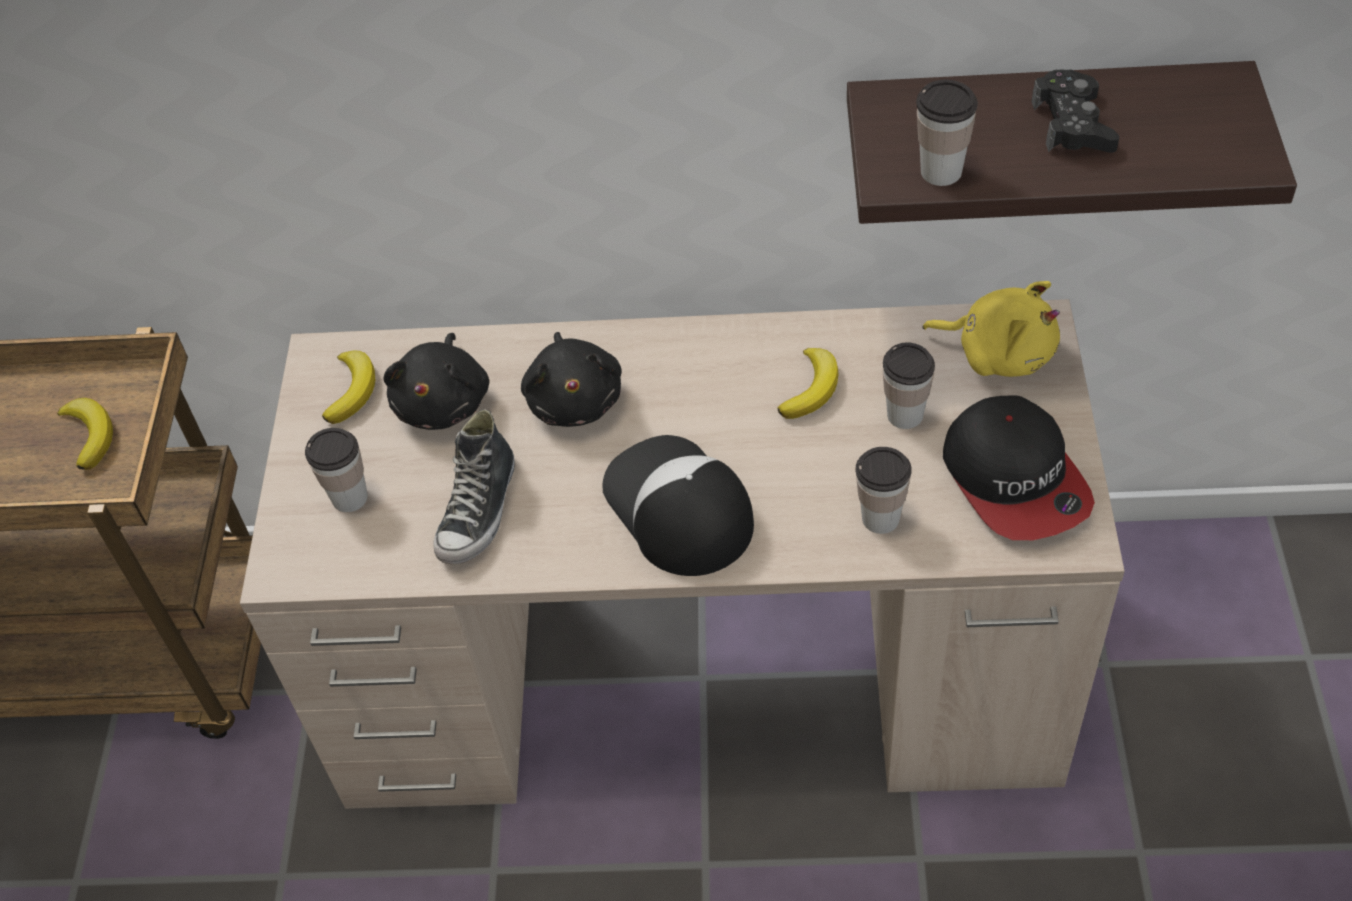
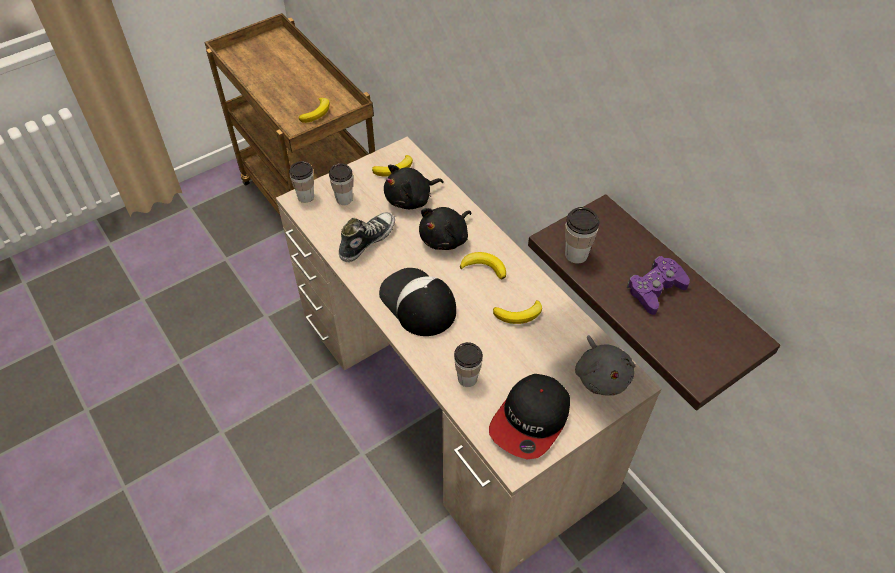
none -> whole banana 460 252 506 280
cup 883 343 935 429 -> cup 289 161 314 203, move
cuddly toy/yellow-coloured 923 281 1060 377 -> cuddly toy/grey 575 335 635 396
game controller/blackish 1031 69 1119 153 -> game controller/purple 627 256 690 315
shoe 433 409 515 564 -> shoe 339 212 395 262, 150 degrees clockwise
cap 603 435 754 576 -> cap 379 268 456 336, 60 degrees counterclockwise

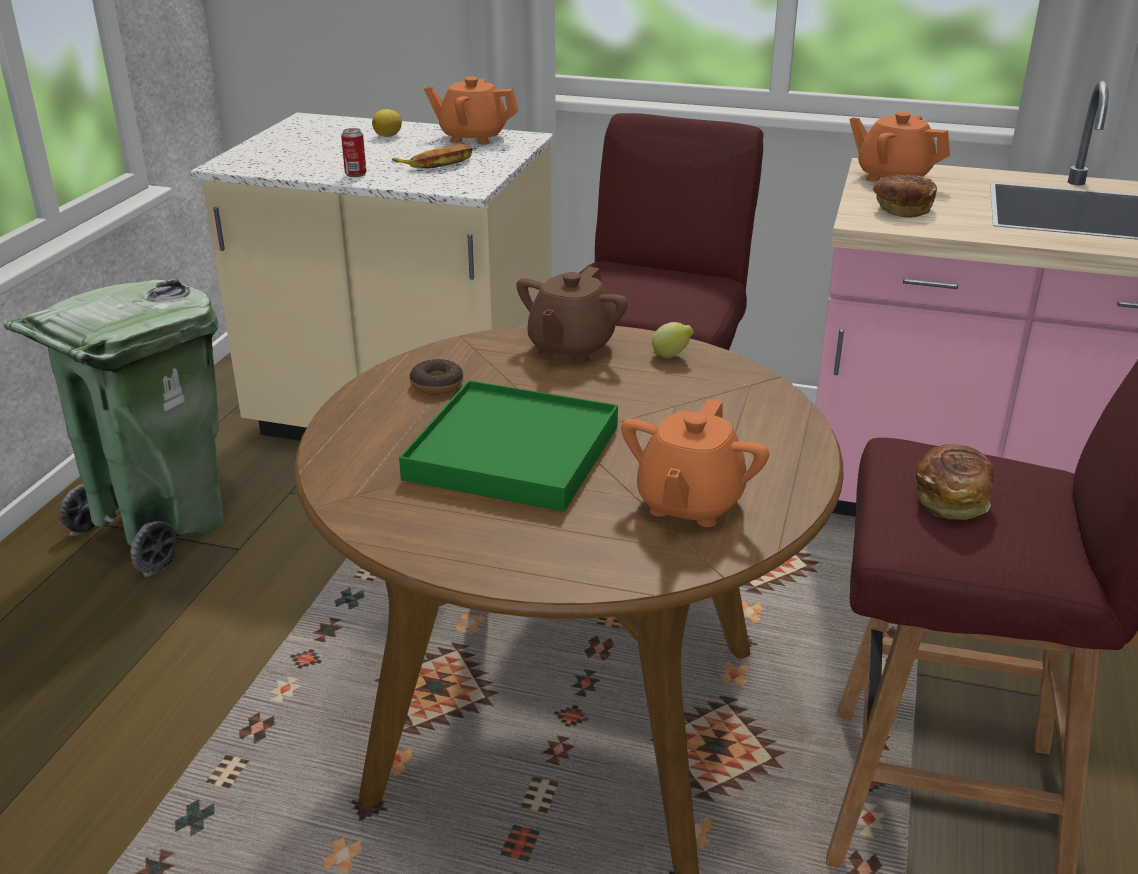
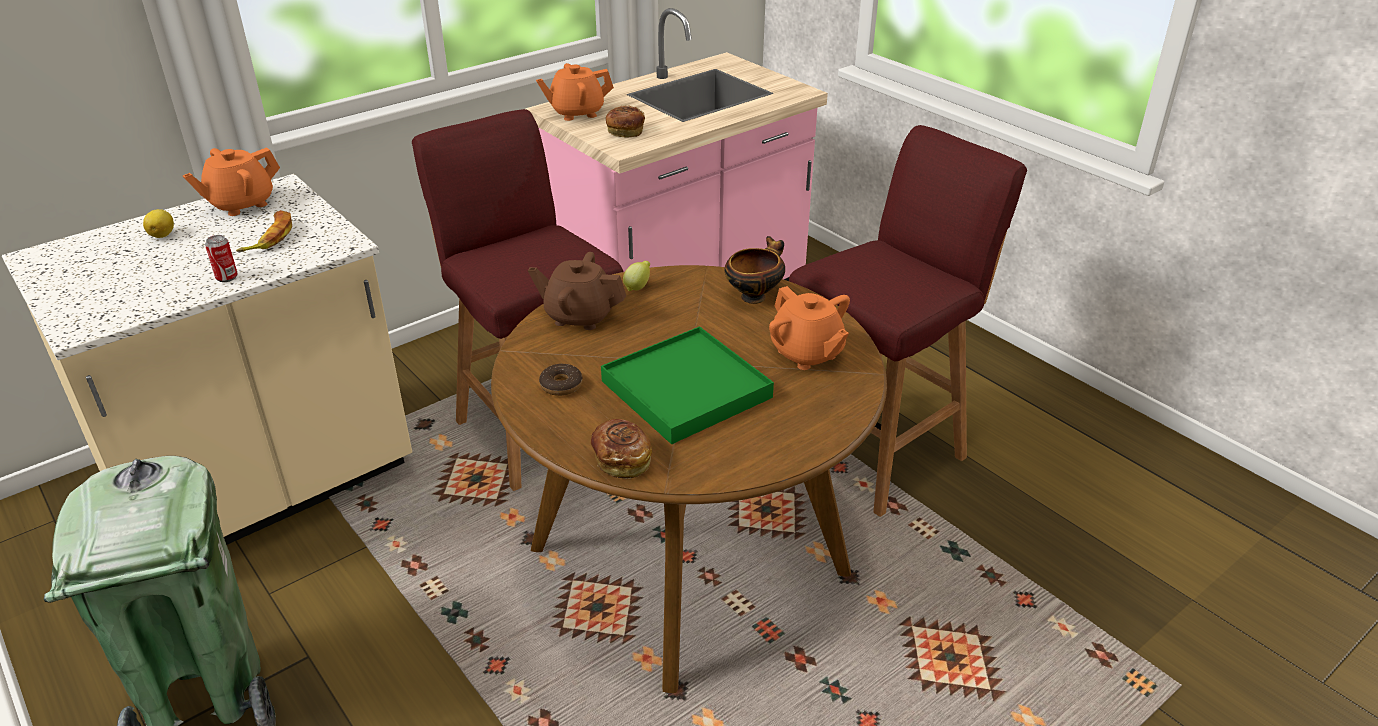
none -> bowl 724 236 785 304
baked bread 916 444 996 519 -> baked bread 591 419 652 479, move
pot for tea/brown-coloured 516 266 628 363 -> pot for tea/brown-coloured 528 252 626 330, 135 degrees clockwise

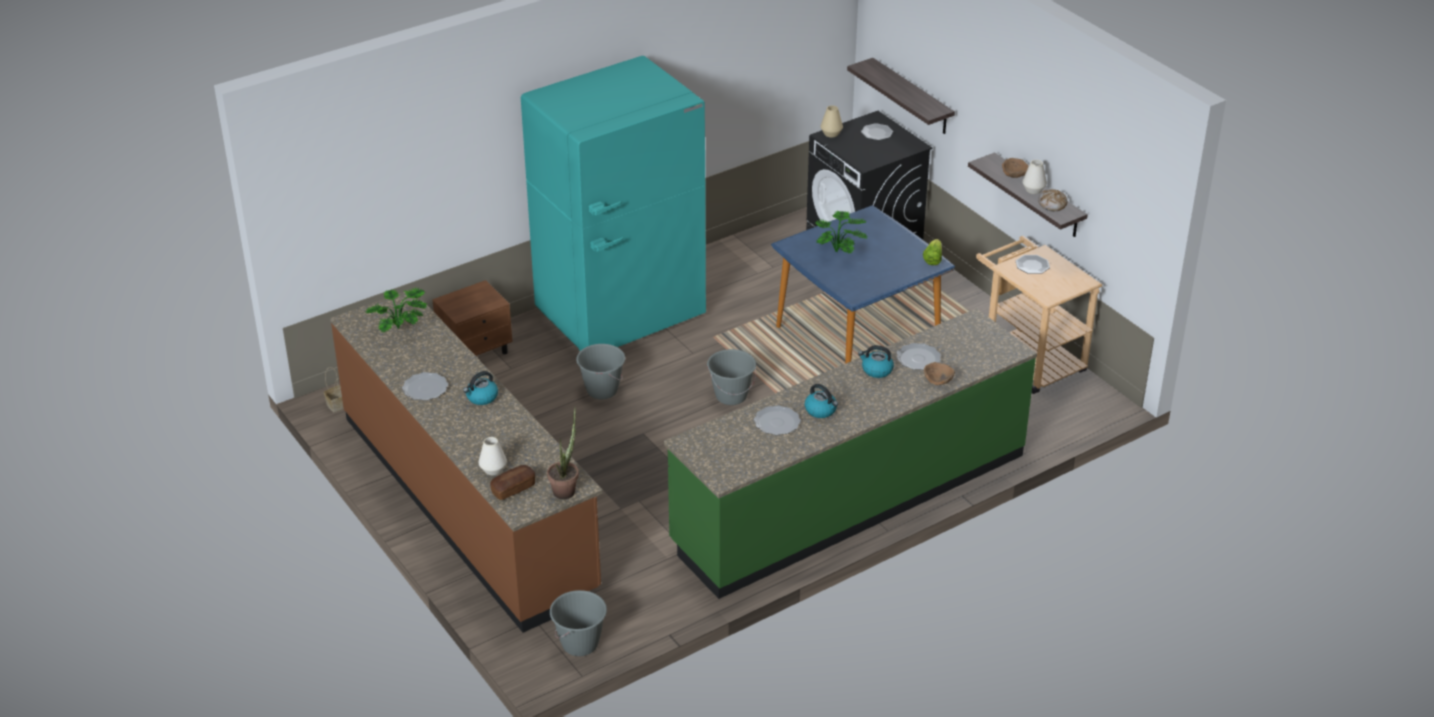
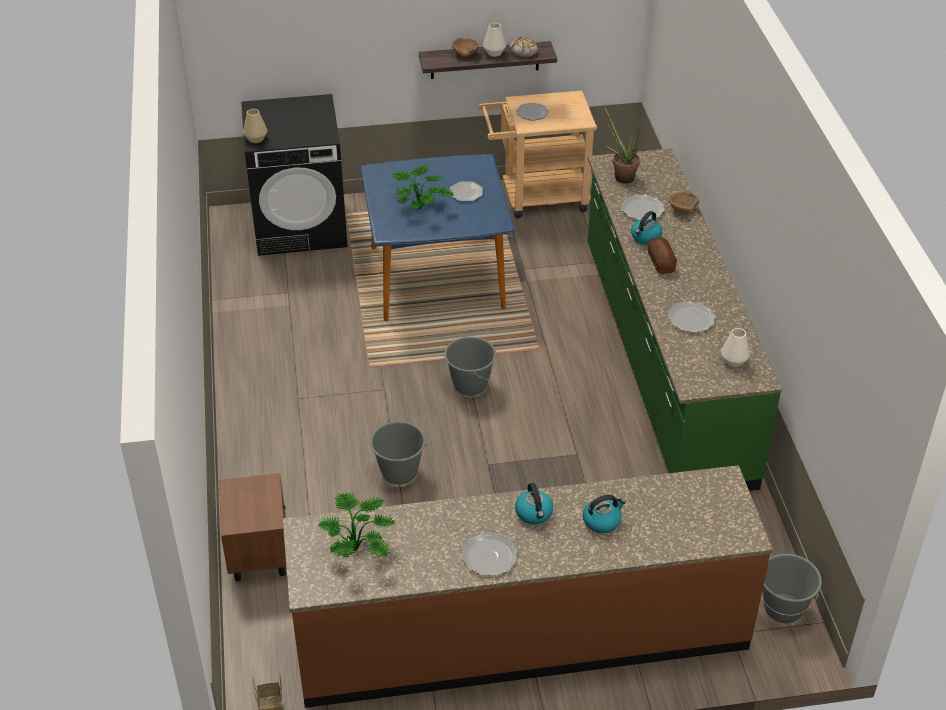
kitchen fridge/blue-green 521 56 706 351 -> none
bracket shelf 847 58 955 134 -> none
head of lettuce 923 239 942 265 -> none
flower vase/whitish 479 437 507 475 -> flower vase/whitish 721 328 750 367, move
baked bread 490 465 535 500 -> baked bread 648 238 677 274, move
houseplant 547 407 579 499 -> houseplant 603 105 640 184, move
water kettle 805 384 838 418 -> water kettle 583 495 626 533, move
flat dish 861 123 893 140 -> flat dish 450 182 483 201, move

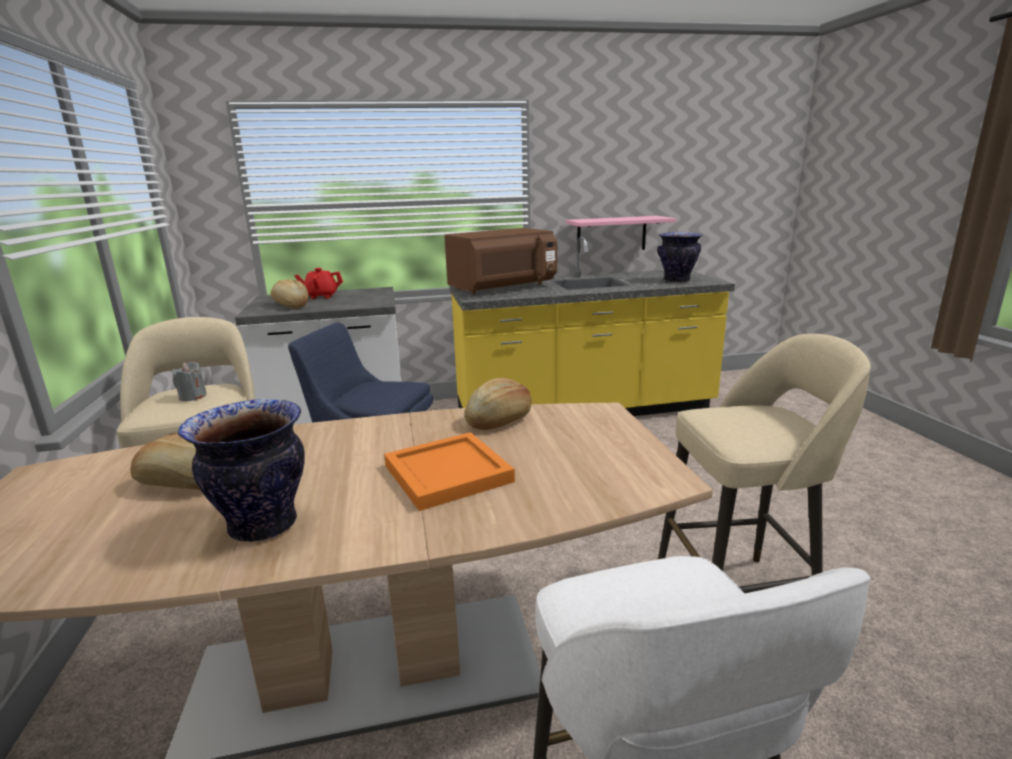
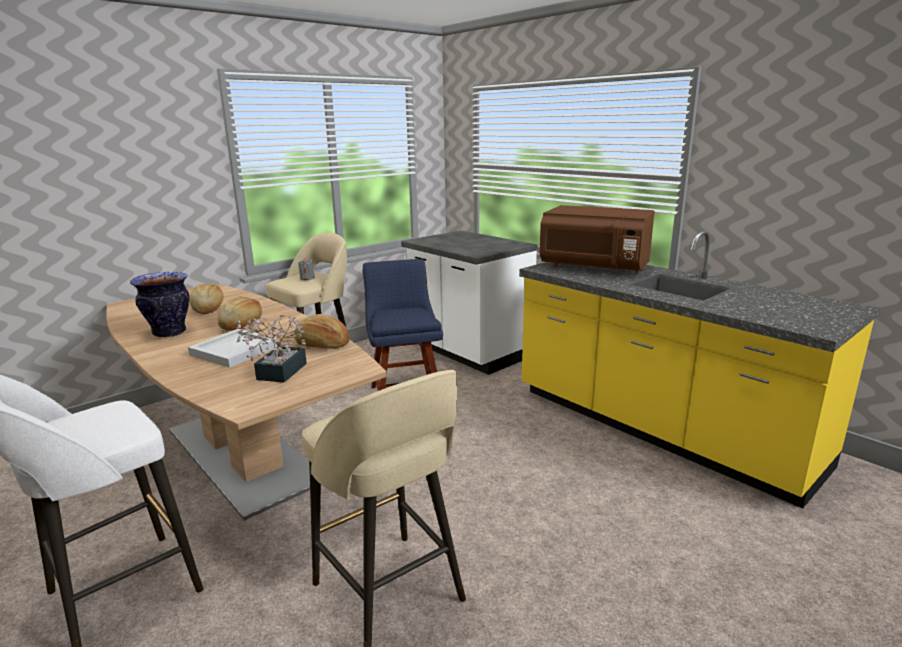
pot for tea/red 294 268 343 299 -> none
bracket shelf/pink-coloured 566 216 676 253 -> none
flower vase 657 232 702 283 -> none
none -> houseplant 236 315 307 383
baked bread 271 279 309 308 -> baked bread 217 296 262 330, move
tray/orangey 384 432 515 511 -> tray/whitish 188 329 279 368

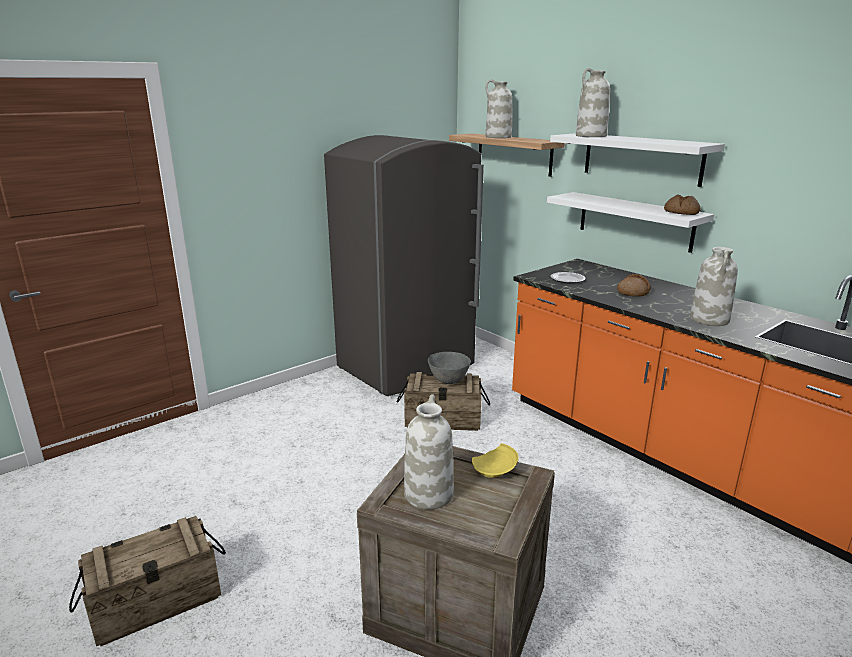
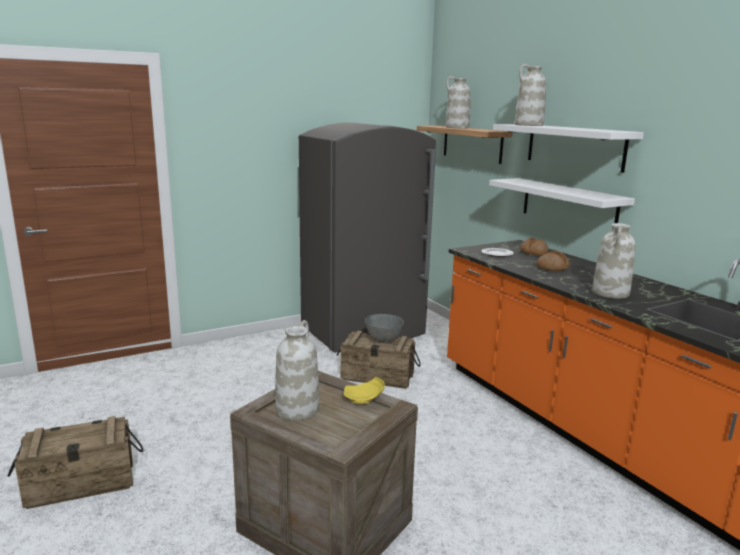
baked bread 664 194 700 215 -> baked bread 520 237 549 256, move

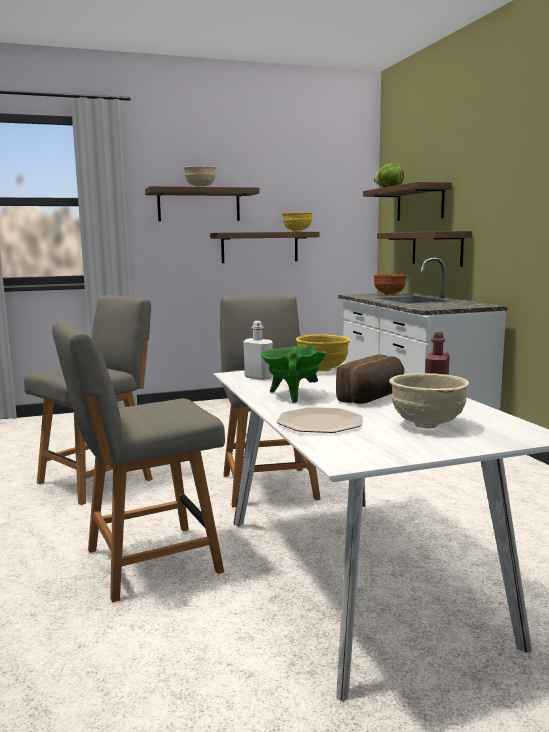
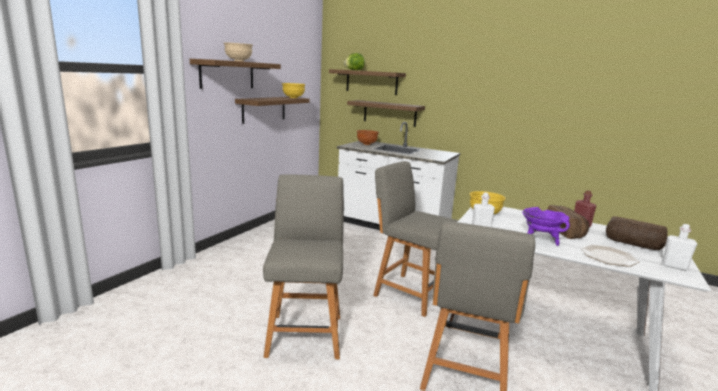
none -> beverage bottle/whitish 662 224 697 271
bowl/beige 389 373 469 428 -> baked bread 606 216 668 250
stockpot/green-coloured 261 345 327 403 -> stockpot/purple 522 207 570 246

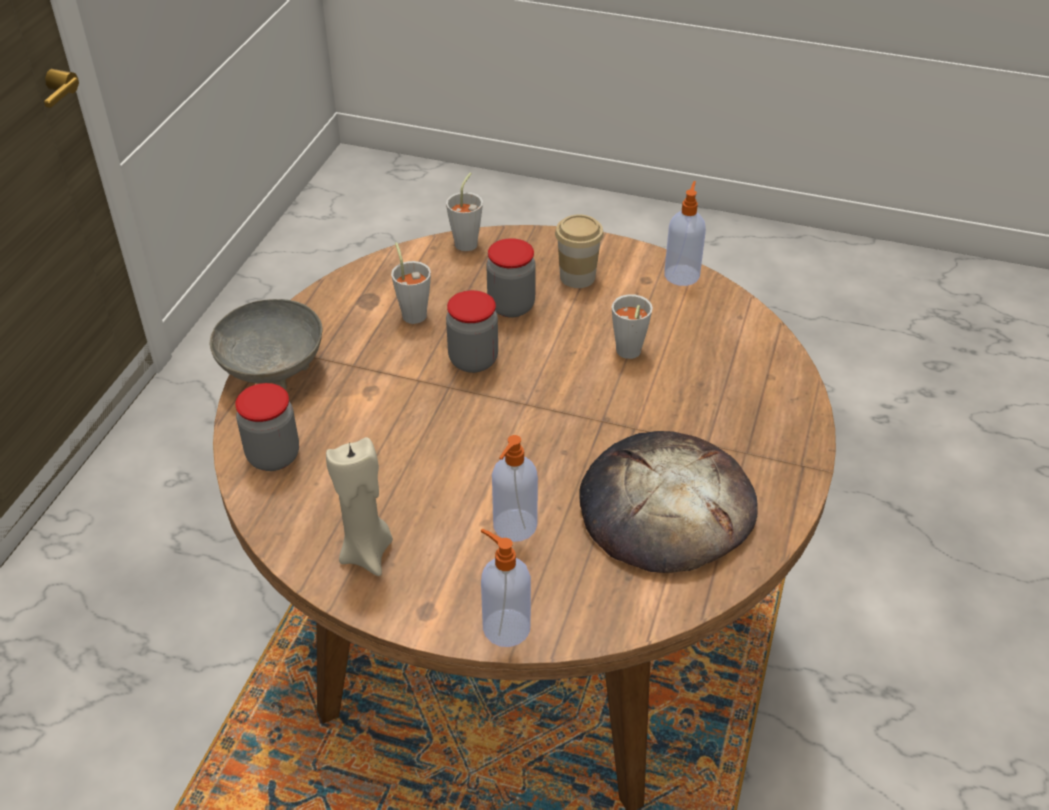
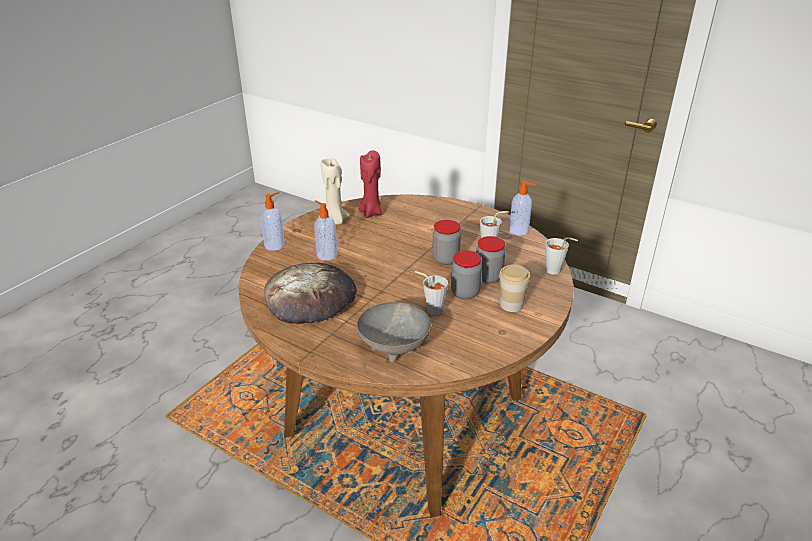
none -> wax candle/red 358 150 382 218
bowl/grey 209 299 322 390 -> bowl/grey 357 302 431 362, move
jar 235 383 299 471 -> jar 451 251 482 299, move
liquid soap bottle 664 181 706 286 -> liquid soap bottle 509 181 536 235, move

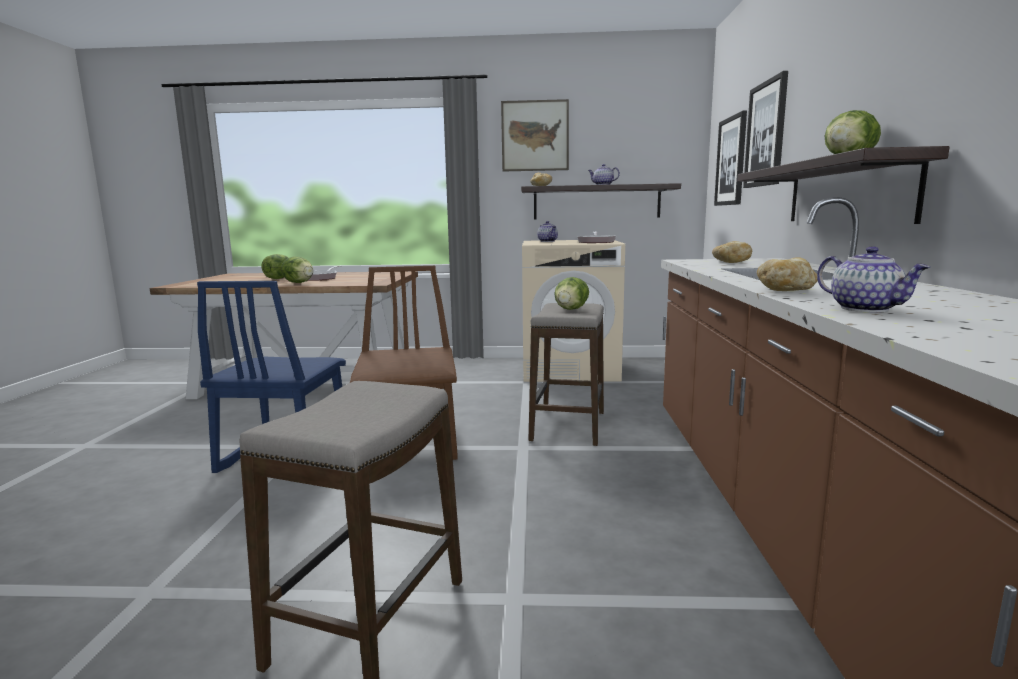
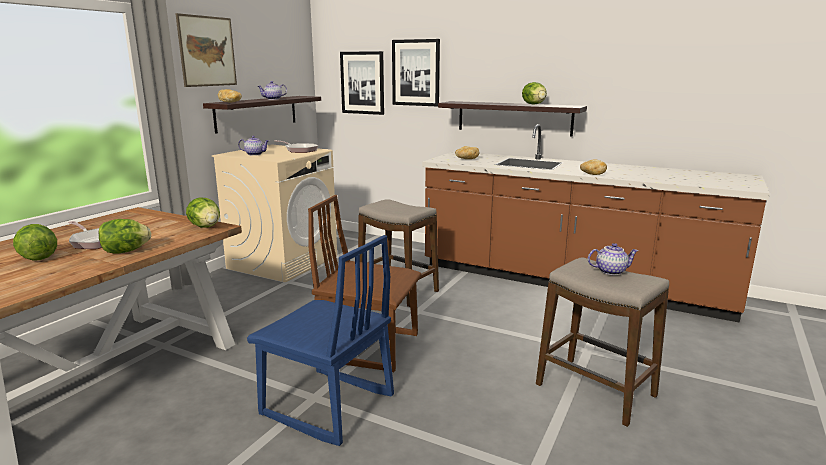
head of lettuce 554 277 589 310 -> head of lettuce 186 198 220 228, move
pot for tea 817 246 930 313 -> pot for tea 588 243 638 275, move

